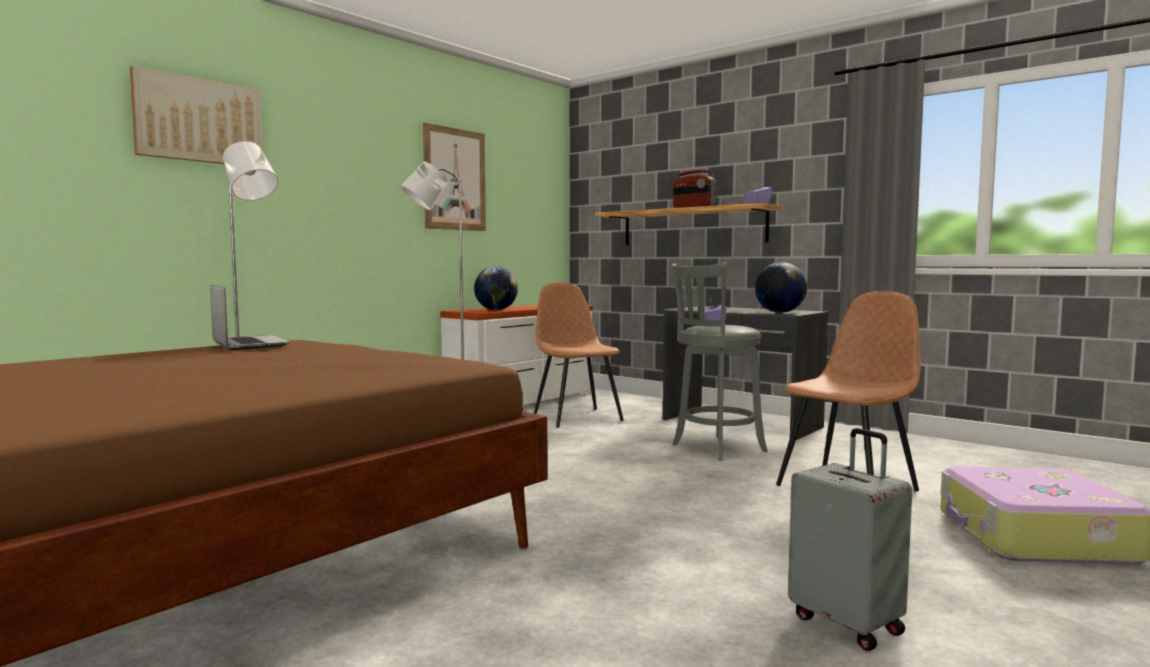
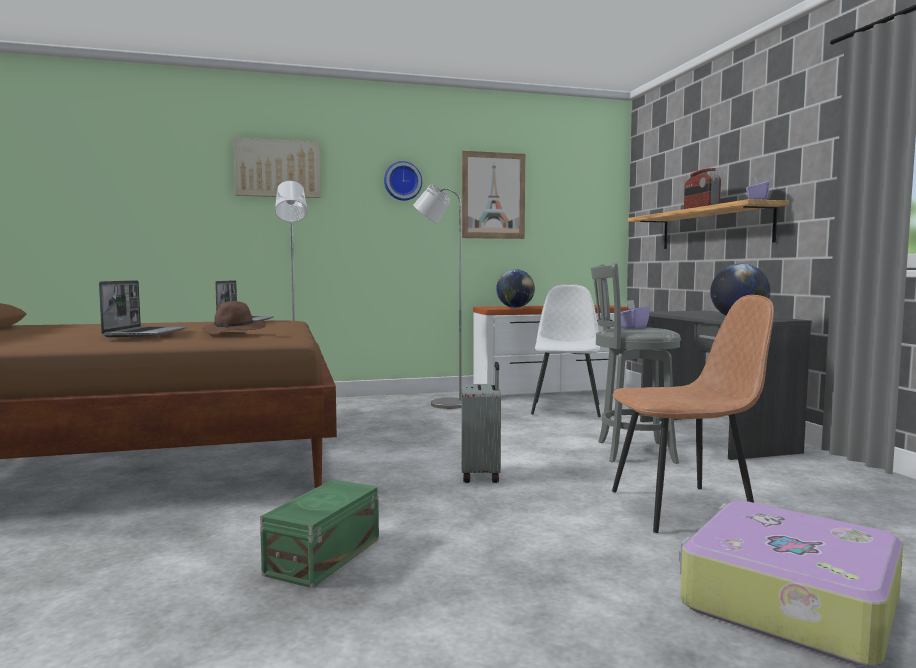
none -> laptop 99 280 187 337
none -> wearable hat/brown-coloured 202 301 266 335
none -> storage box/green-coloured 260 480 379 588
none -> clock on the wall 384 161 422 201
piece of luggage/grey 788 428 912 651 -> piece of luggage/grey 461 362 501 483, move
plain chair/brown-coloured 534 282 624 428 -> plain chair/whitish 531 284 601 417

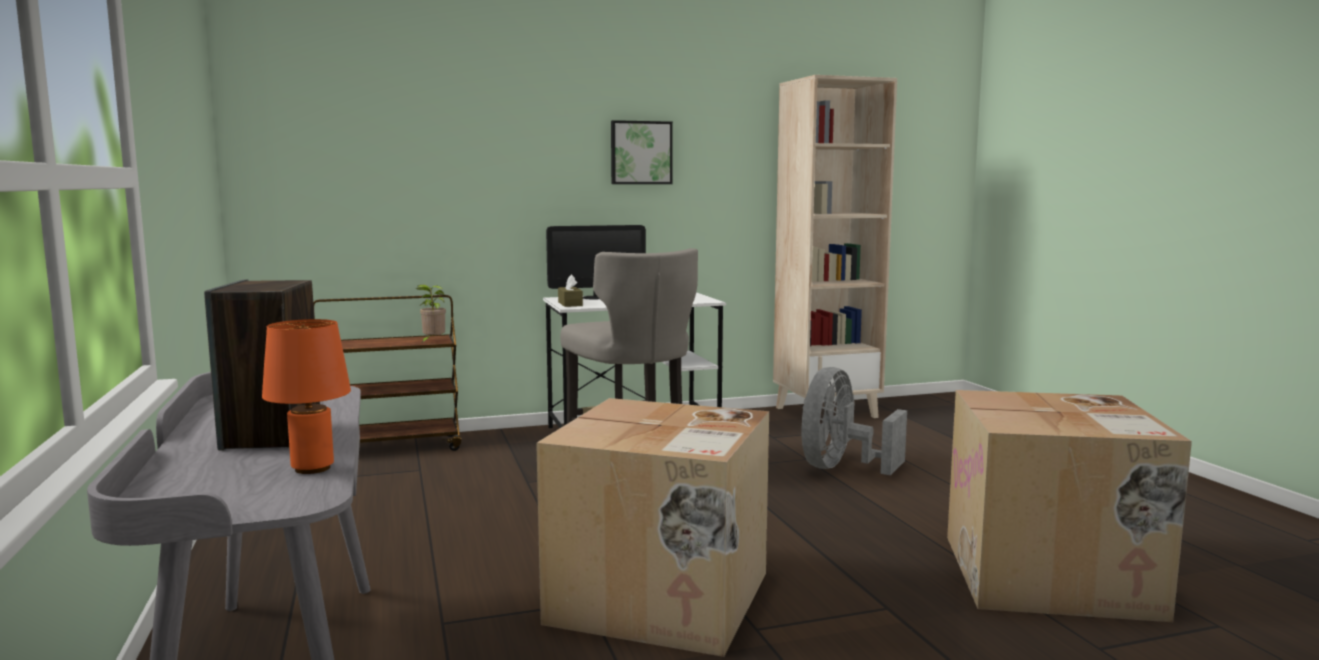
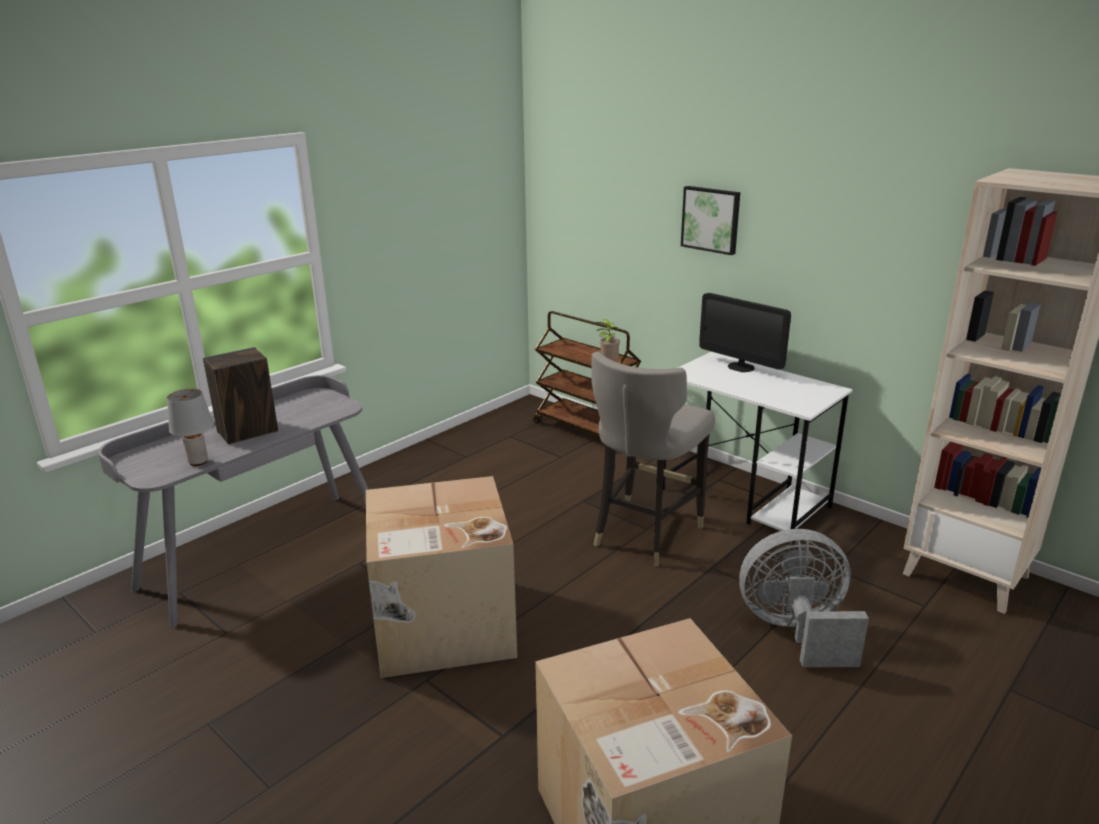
box of tissues/brown-coloured 558 274 583 307 -> none
wall art 611 120 673 184 -> wall art 681 186 740 255, move
table lamp/orangey 262 319 351 474 -> table lamp/grey 167 389 214 466

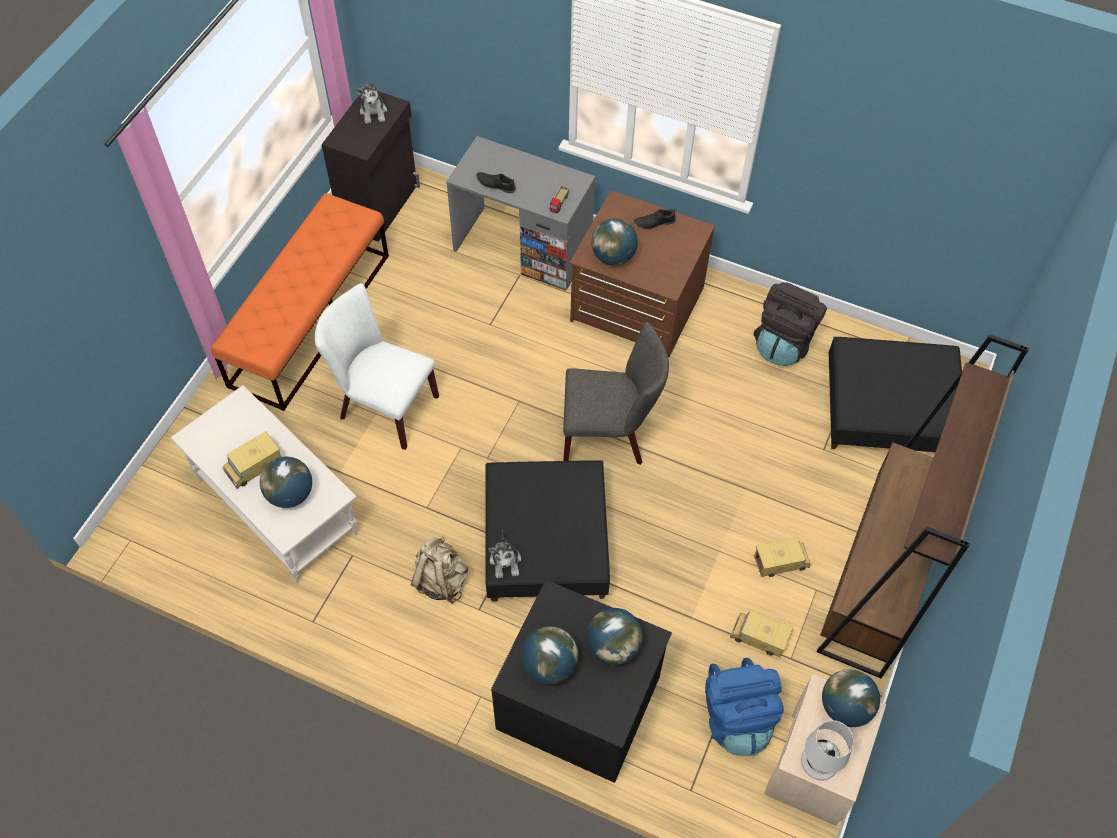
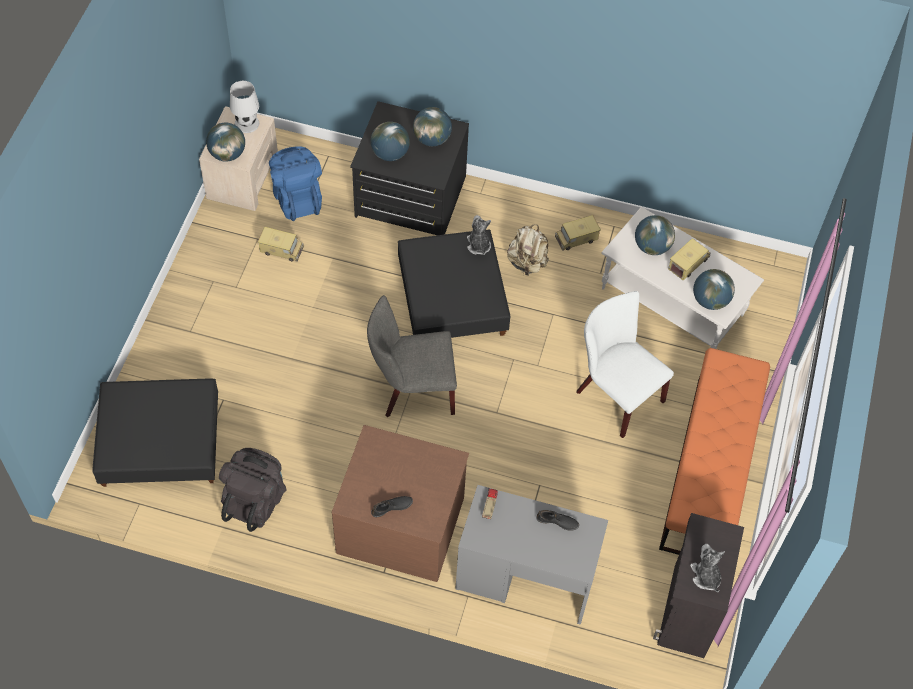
bookcase/brown-coloured 817 334 1029 678 -> none
desk globe 591 219 638 266 -> desk globe 693 269 735 310, move
model truck 754 537 811 577 -> model truck 555 215 601 251, move
plain chair/whitish 315 283 439 450 -> plain chair/whitish 576 291 674 438, 150 degrees counterclockwise

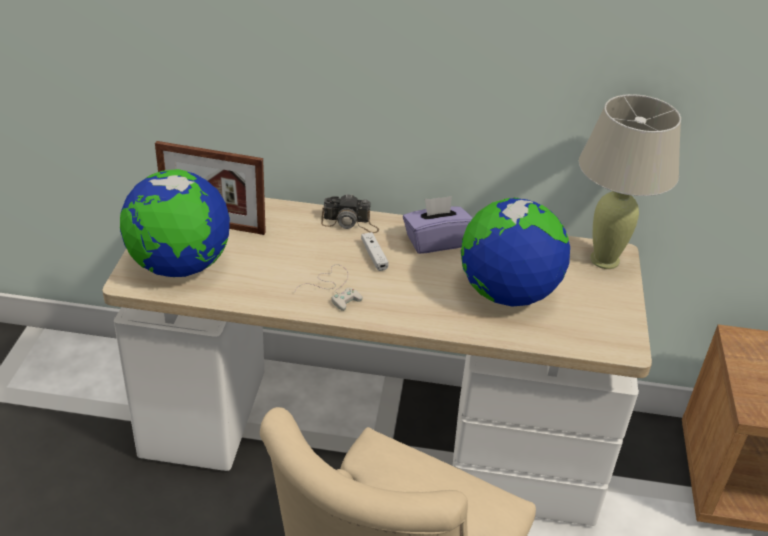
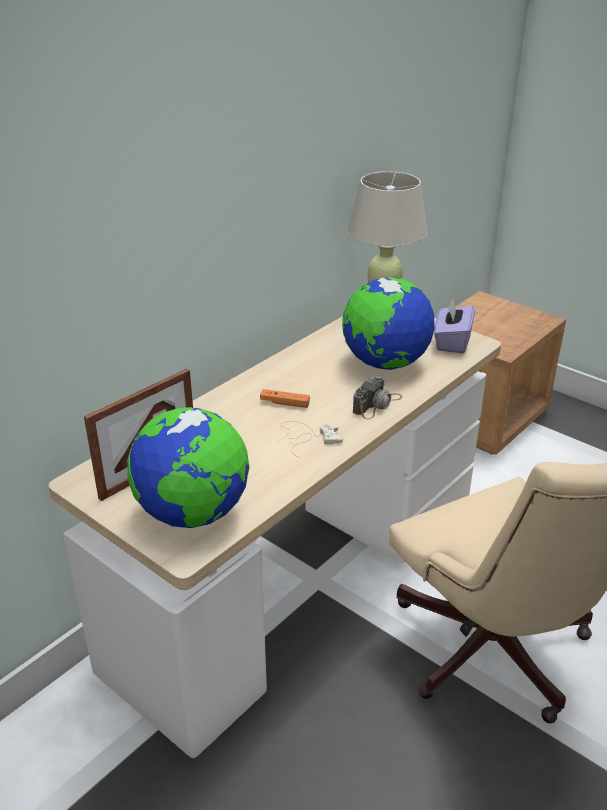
still camera 321 194 379 233 -> still camera 353 375 402 419, move
box of tissues/purple 403 196 473 254 -> box of tissues/purple 434 299 475 354, move
game controller/whitish 361 232 389 271 -> game controller/orangey 260 389 310 408

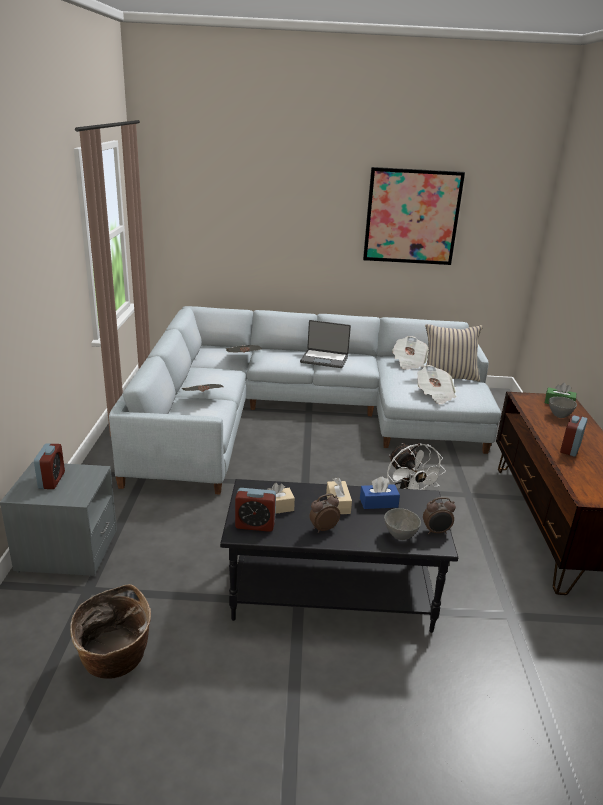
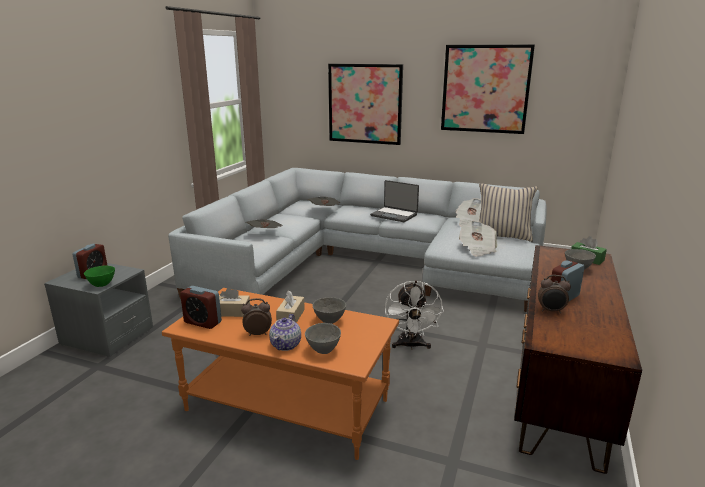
household basket 70 584 151 679 -> none
none -> bowl/green-coloured 84 266 115 287
none -> pot for tea 269 314 301 351
none -> wall art 328 64 403 145
alarm clock 423 497 456 534 -> alarm clock 538 275 571 314, move
box of tissues/blue-coloured 360 477 400 509 -> bowl/grey 312 297 346 324
lounge table/blackish 220 479 458 633 -> lounge table/orangey 162 288 399 460

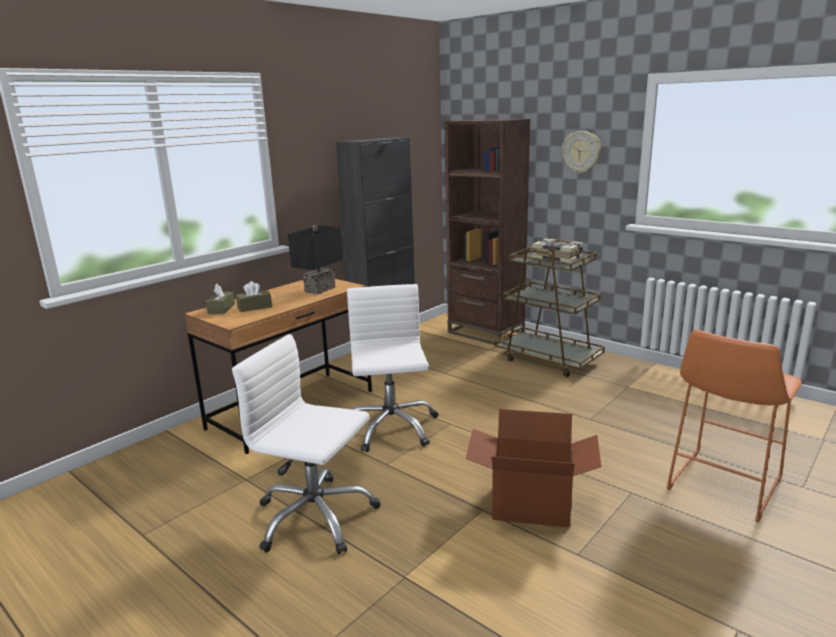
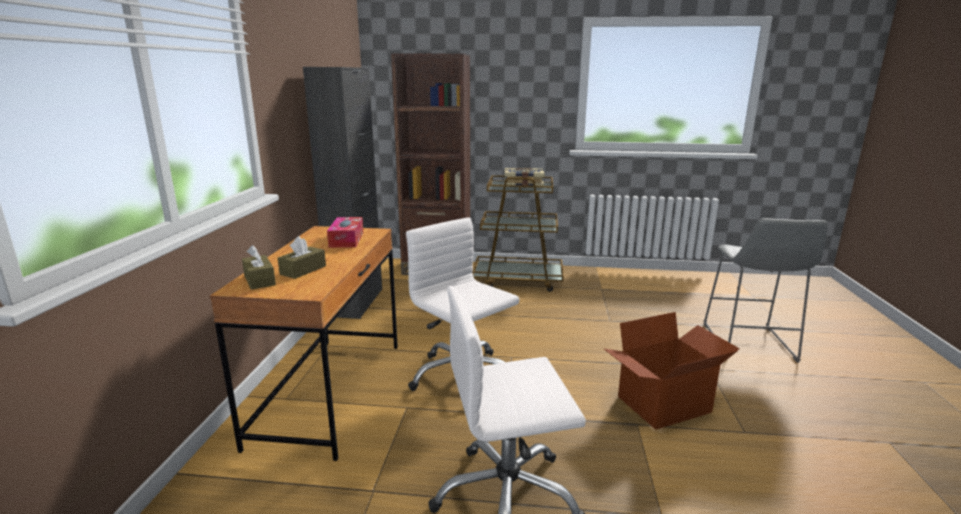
clock on the wall 562 131 601 173 -> none
table lamp/blackish 288 225 344 295 -> box of tissues 327 217 363 248
stool/orangey 666 330 802 523 -> stool/grey 704 218 828 363

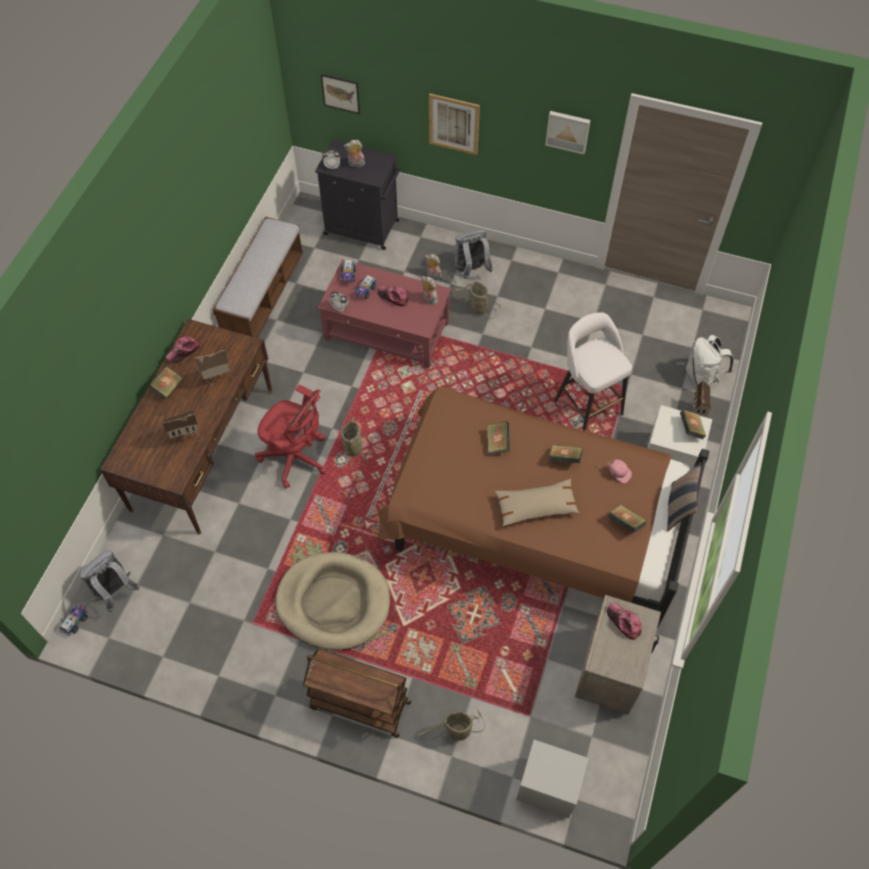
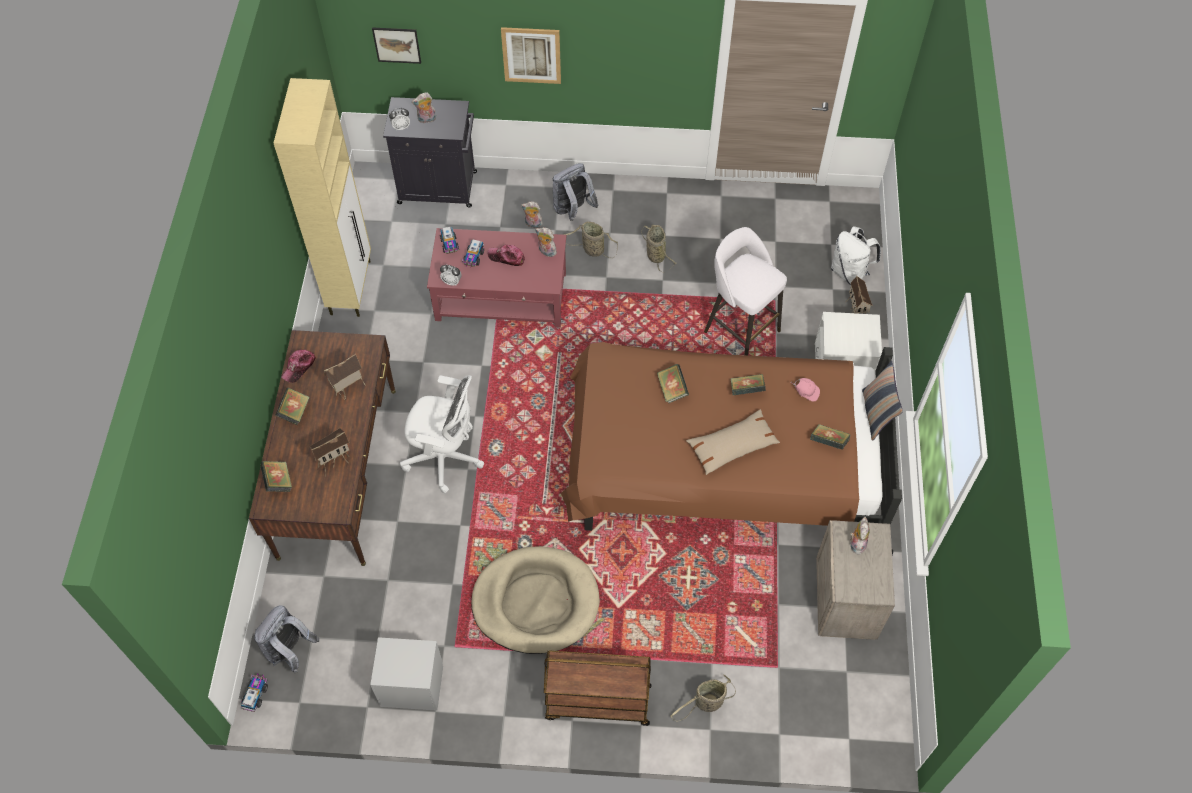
wall art 545 111 590 154 -> none
household basket 341 417 367 467 -> household basket 641 225 676 273, move
night table/grey 516 740 589 818 -> night table/grey 370 637 443 711, move
bound book 680 410 706 439 -> bound book 260 461 292 492, move
bench 212 217 303 338 -> cupboard/beige 274 78 371 317
cap 607 602 642 640 -> cuddly toy 850 517 870 555
office chair/red 255 385 327 489 -> office chair/whitish 400 375 484 494

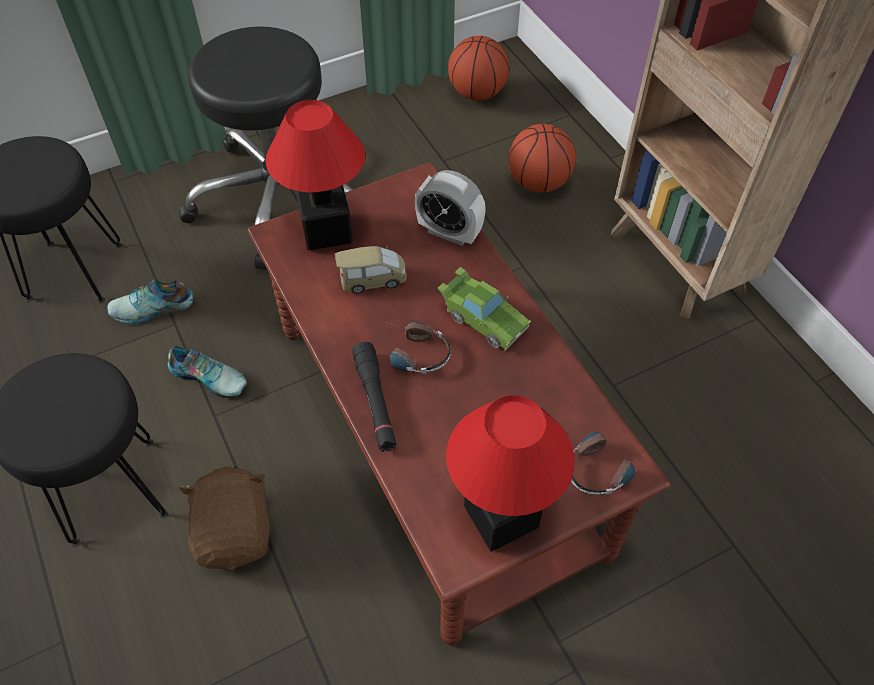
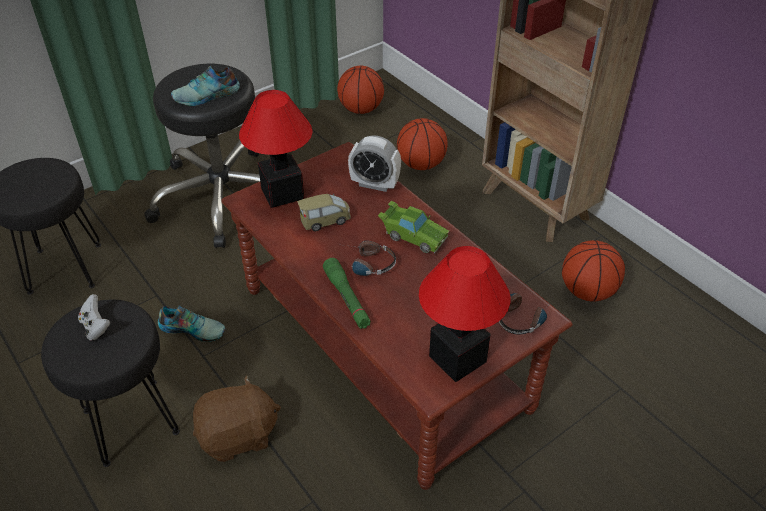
none -> game controller/whitish 78 294 110 341
none -> basketball 562 240 625 302
shoe 107 279 194 324 -> shoe 171 66 240 106, move
torch/blackish 352 342 397 452 -> torch/green-coloured 323 258 371 329
cuddly toy/brown-coloured 179 466 270 570 -> cuddly toy/brown-coloured 193 375 281 462, 90 degrees clockwise

